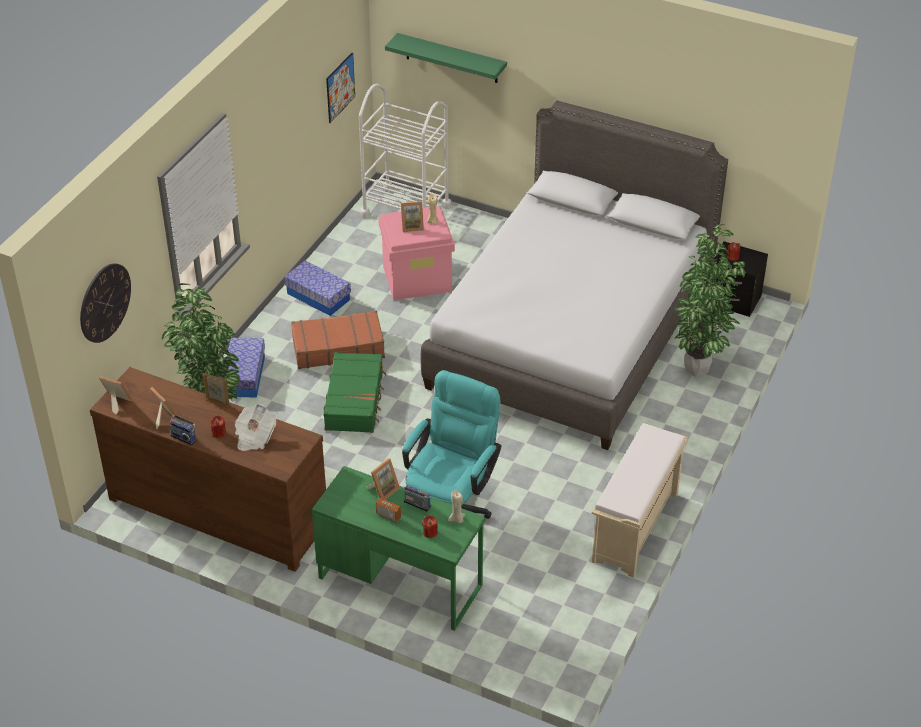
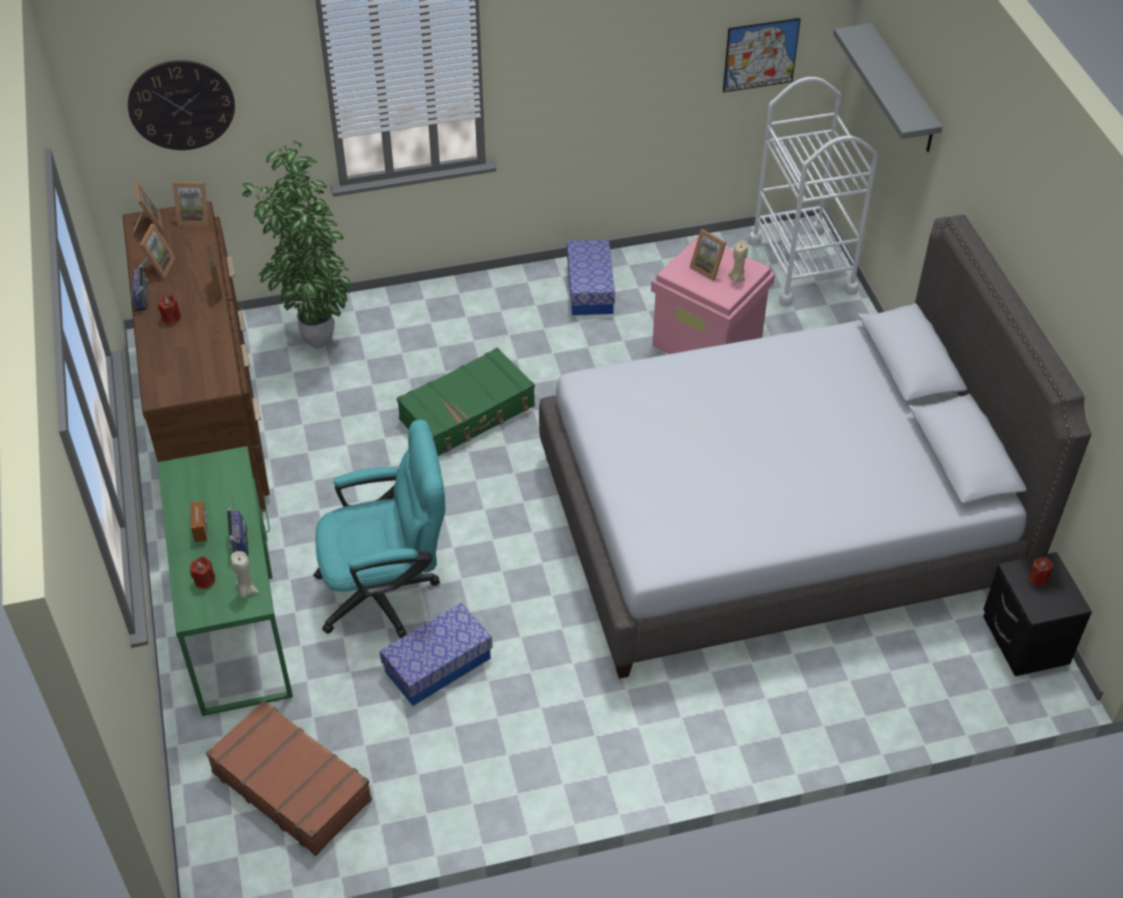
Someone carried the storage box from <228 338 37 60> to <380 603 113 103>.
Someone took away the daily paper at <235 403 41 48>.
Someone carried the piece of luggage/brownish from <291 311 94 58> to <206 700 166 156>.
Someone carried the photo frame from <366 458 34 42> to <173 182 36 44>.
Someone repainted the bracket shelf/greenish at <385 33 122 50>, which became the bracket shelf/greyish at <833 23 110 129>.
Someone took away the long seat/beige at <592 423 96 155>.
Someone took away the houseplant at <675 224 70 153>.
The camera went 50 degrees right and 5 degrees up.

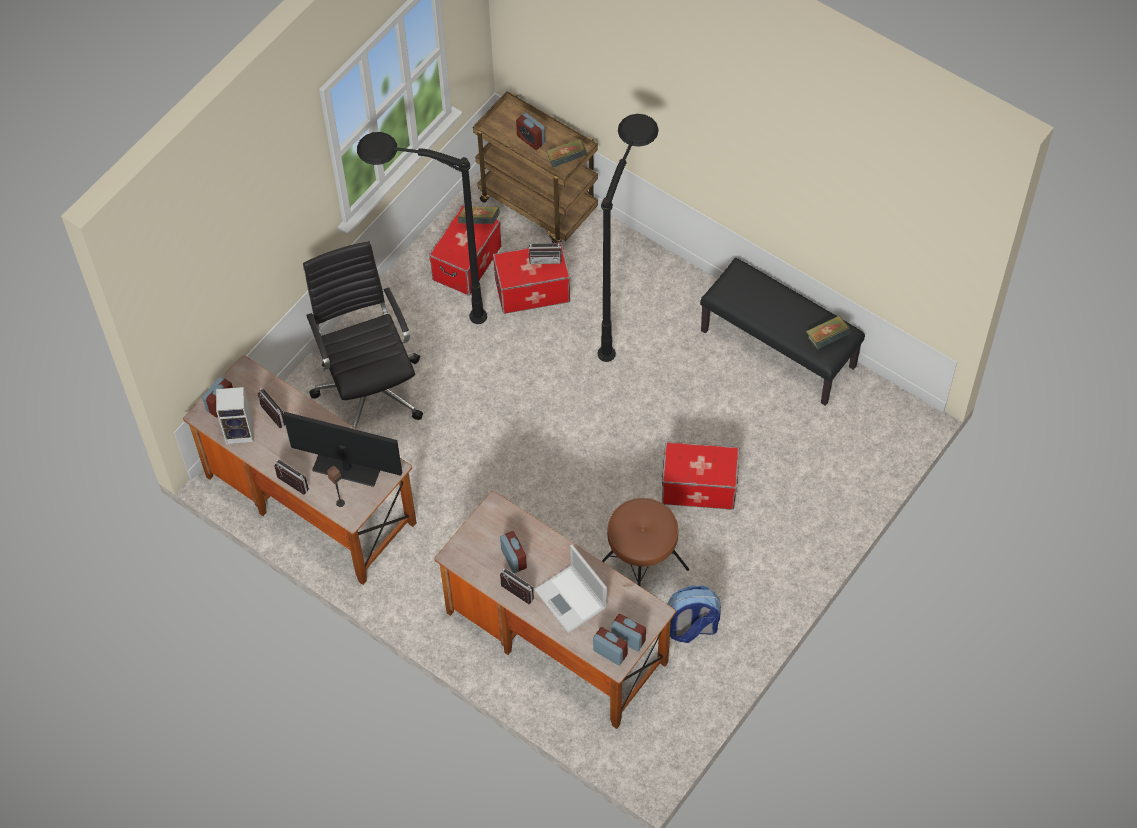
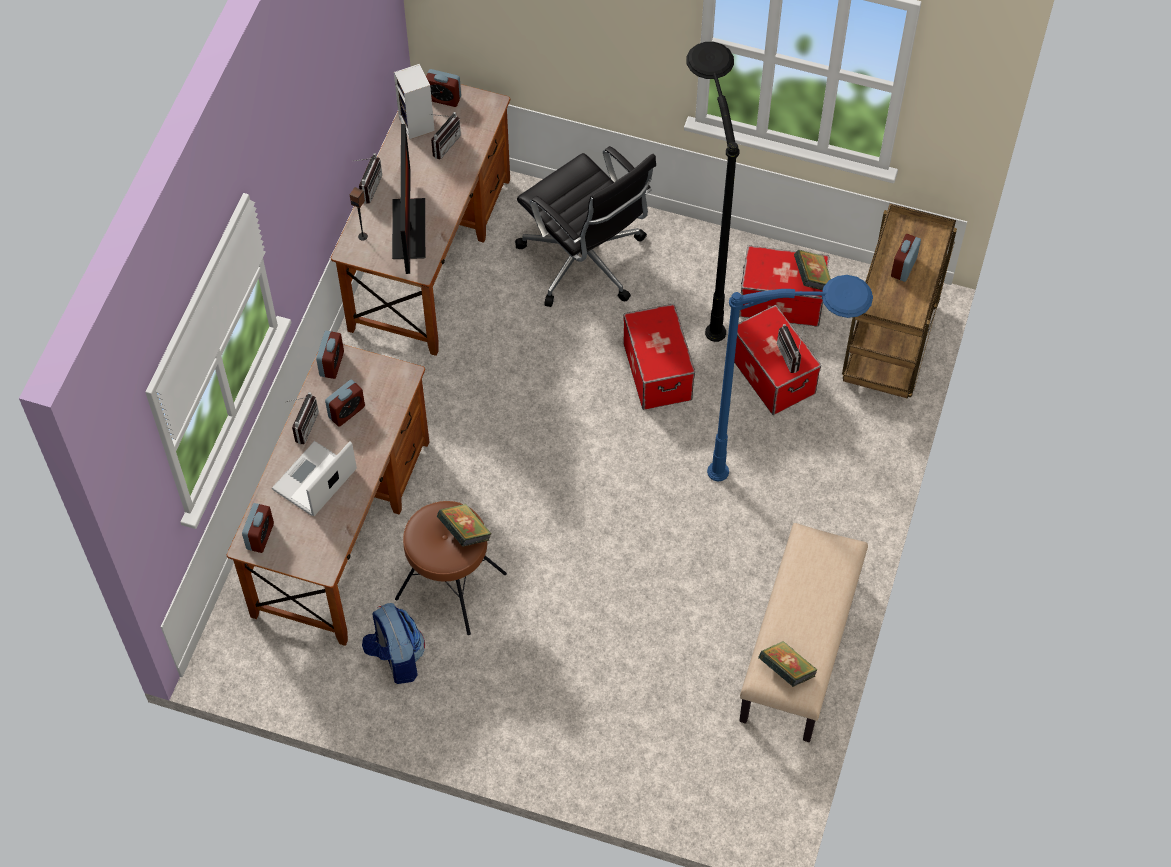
Someone rotated the computer chair/black at <303 241 120 187> by 90 degrees clockwise.
Someone carried the bound book from <546 139 41 29> to <437 504 55 43>.
Someone repainted the standard lamp/black at <598 114 61 248>, which became the standard lamp/blue at <707 275 166 206>.
Someone carried the bedside clock from <611 614 35 37> to <316 331 28 48>.
Someone carried the storage box from <662 442 77 68> to <623 304 72 106>.
Someone repainted the long seat/black at <700 258 165 148>, which became the long seat/beige at <739 523 129 219>.
The camera went 70 degrees right and 0 degrees up.

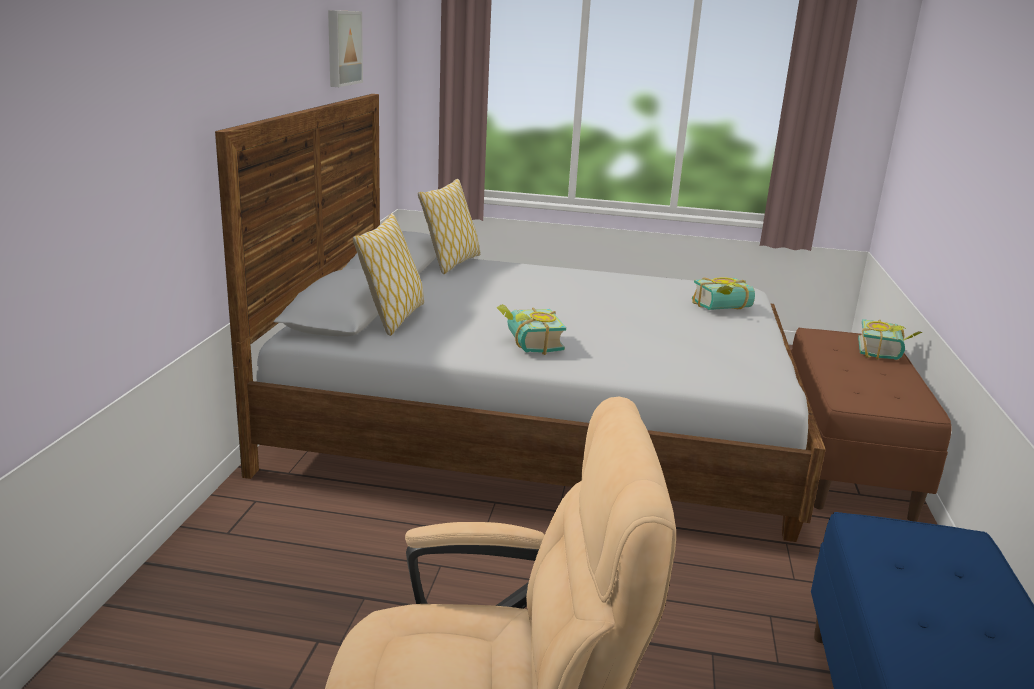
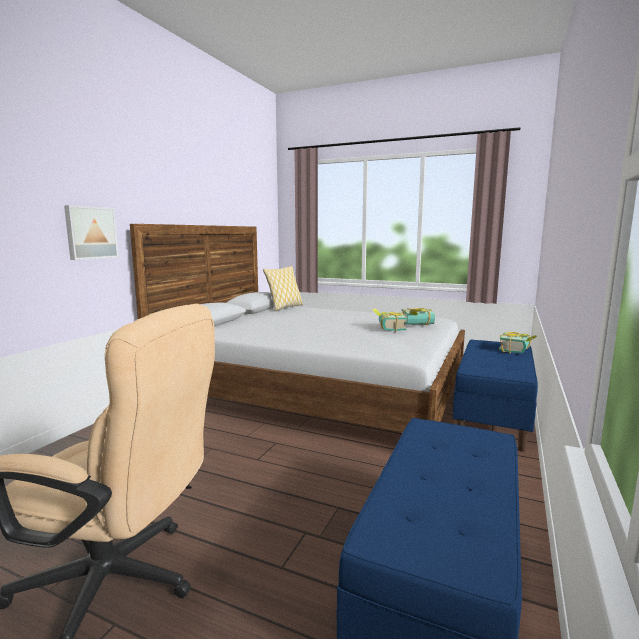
Someone carried the picture from <328 10 35 77> to <64 205 55 55>.
Someone took away the throw pillow at <353 214 71 122>.
Someone carried the bound book from <497 304 69 51> to <372 309 35 23>.
Someone repainted the long seat/brownish at <791 328 161 194>, which became the long seat/blue at <453 339 85 113>.
The camera went 15 degrees right and 10 degrees down.

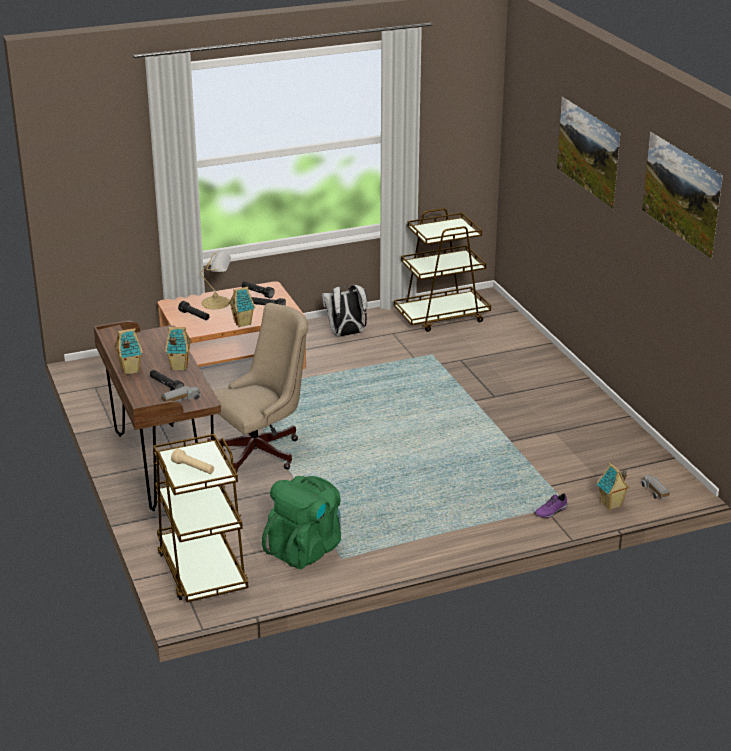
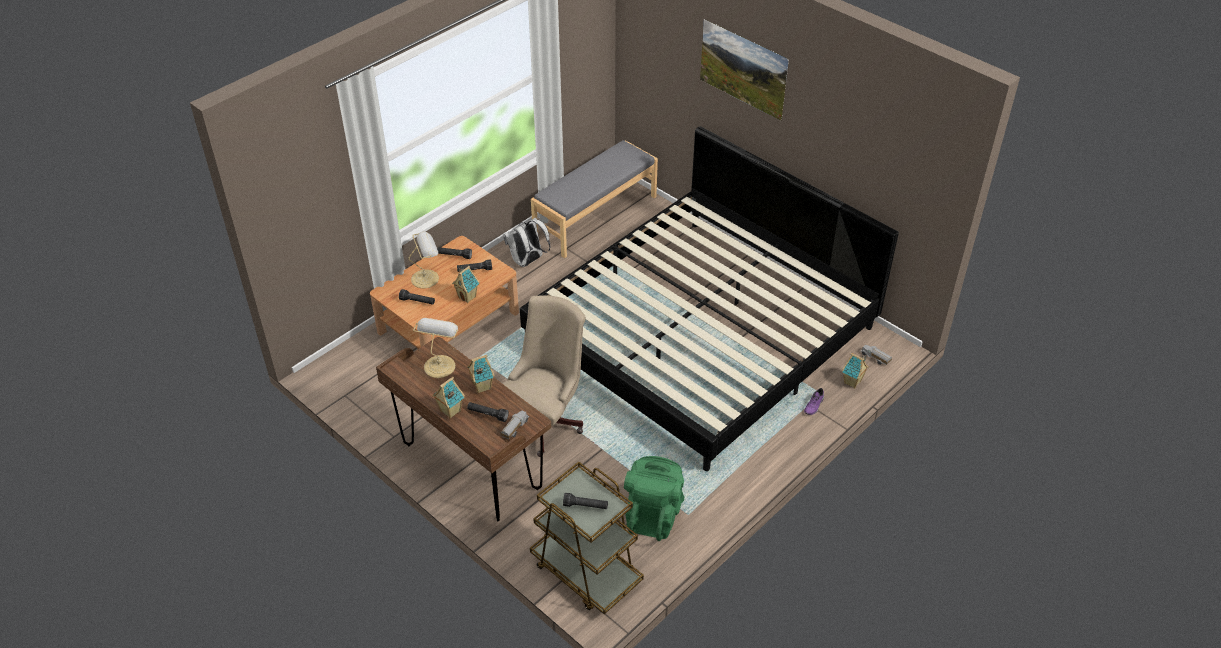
Someone repainted the hand torch/beige at <171 449 43 25>, which became the hand torch/black at <563 493 45 16>.
Someone swapped the cart/brownish at <394 208 97 124> for the long seat/greyish at <531 140 127 118>.
Someone took away the picture at <642 131 81 128>.
Someone put down the lamp for a table at <413 318 45 60>.
Someone put down the sleeping bed at <520 126 379 345>.
The camera went 25 degrees left and 15 degrees up.

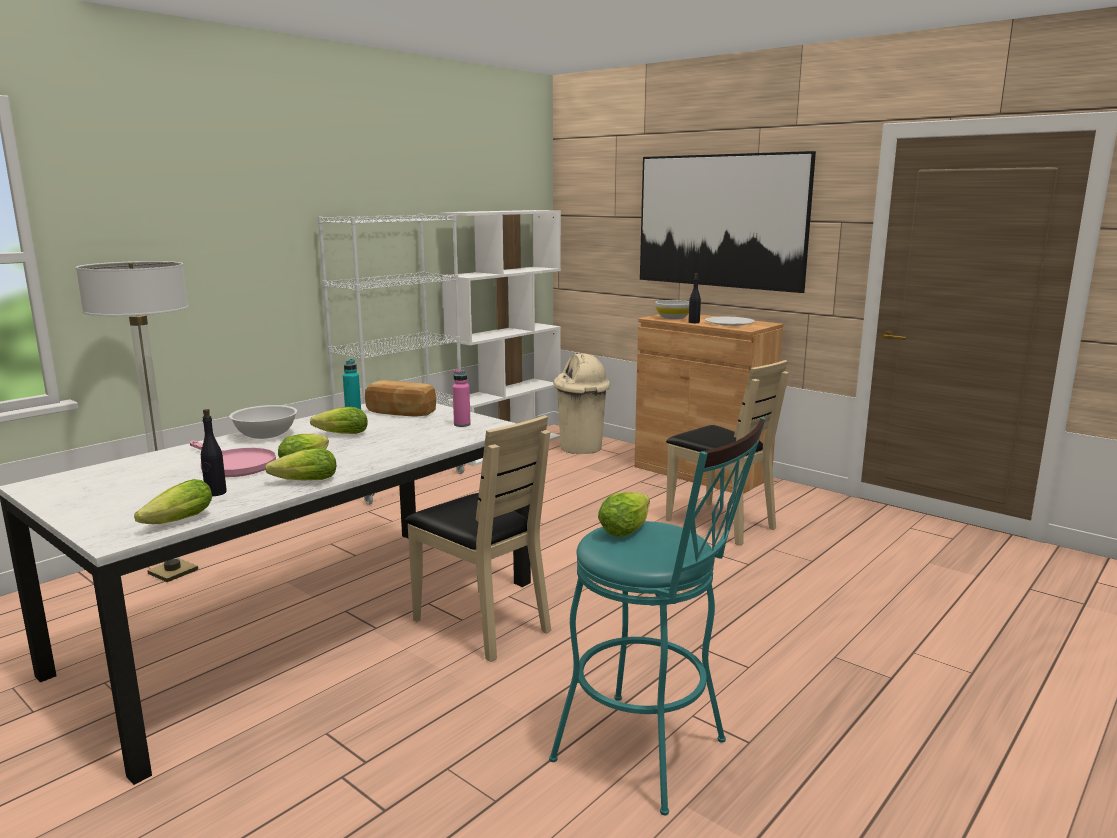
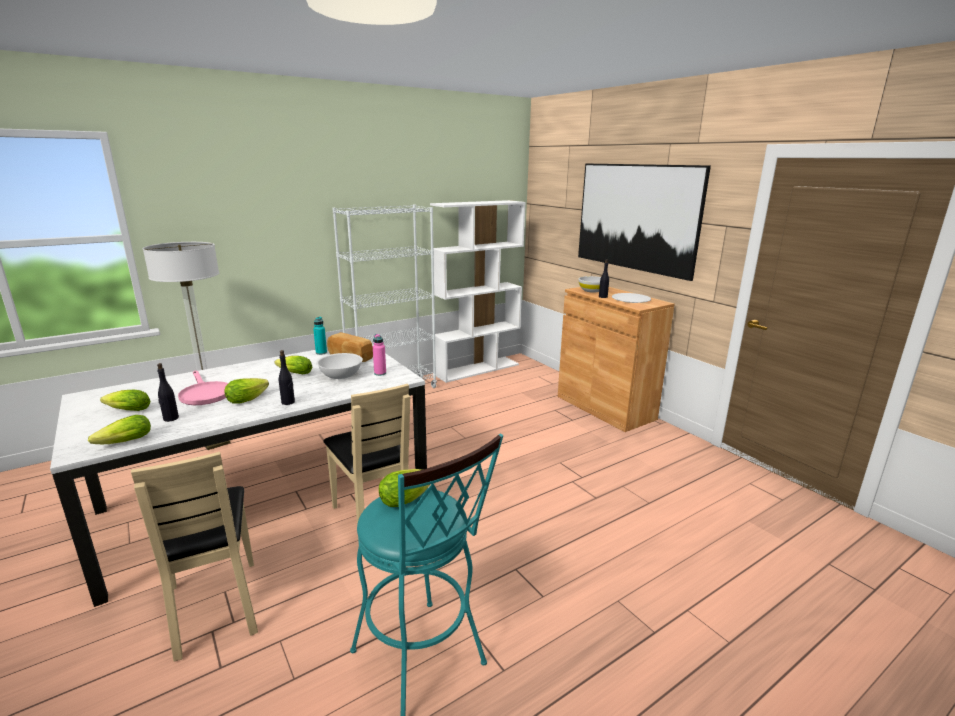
Someone carried the serving bowl/white-coloured from <229 405 68 34> to <316 353 47 26>.
Someone carried the lettuce from <265 448 71 32> to <100 390 50 21>.
Someone took away the trash can/beige at <554 353 56 101>.
Someone carried the upright chair/beige from <666 360 123 185> to <131 452 127 209>.
Someone put down the bottle/black at <279 350 16 55>.
The camera went 15 degrees right and 5 degrees up.

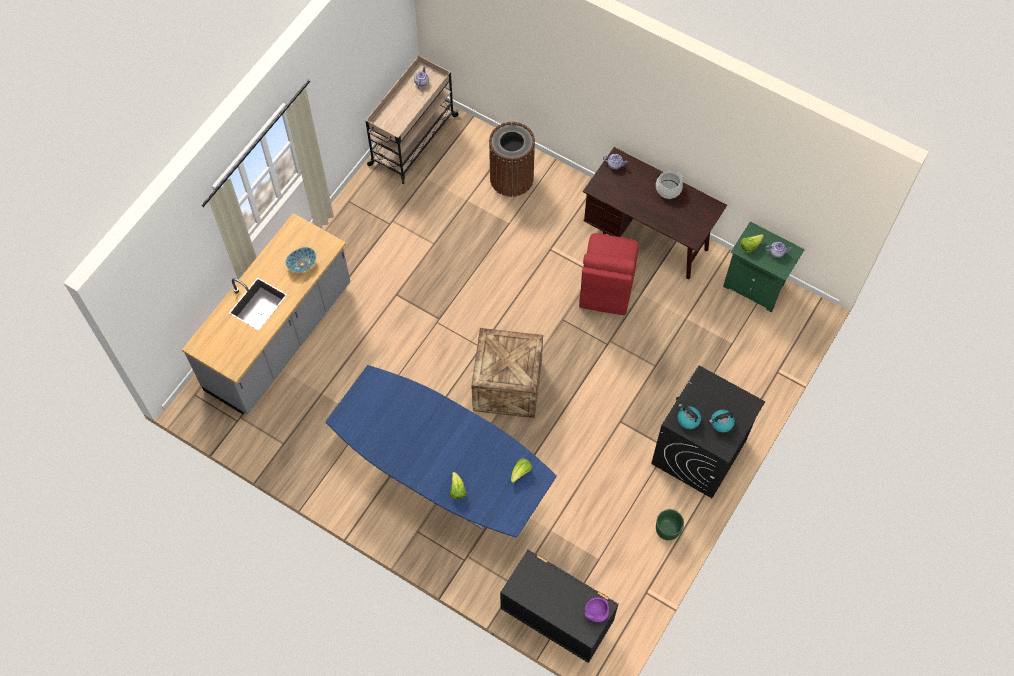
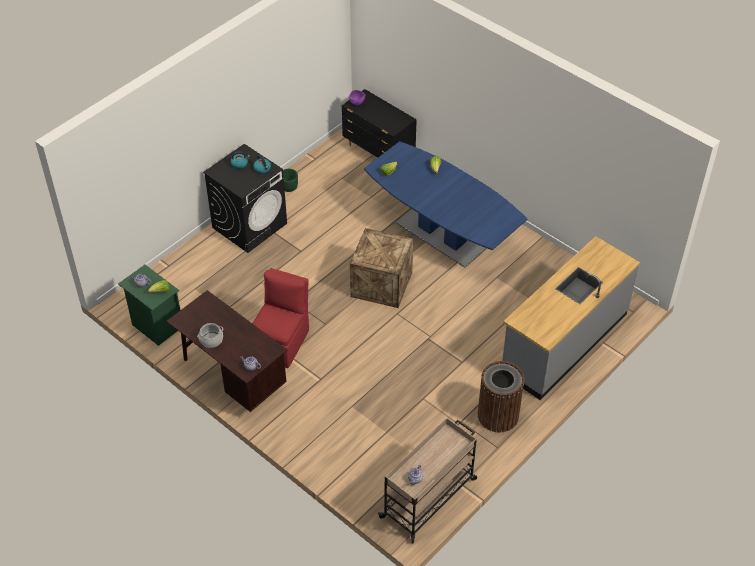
Someone took away the serving bowl at <285 247 31 25>.
Someone carried the trash can/brownish from <489 122 46 75> to <478 361 47 71>.
The camera went 170 degrees left and 15 degrees down.

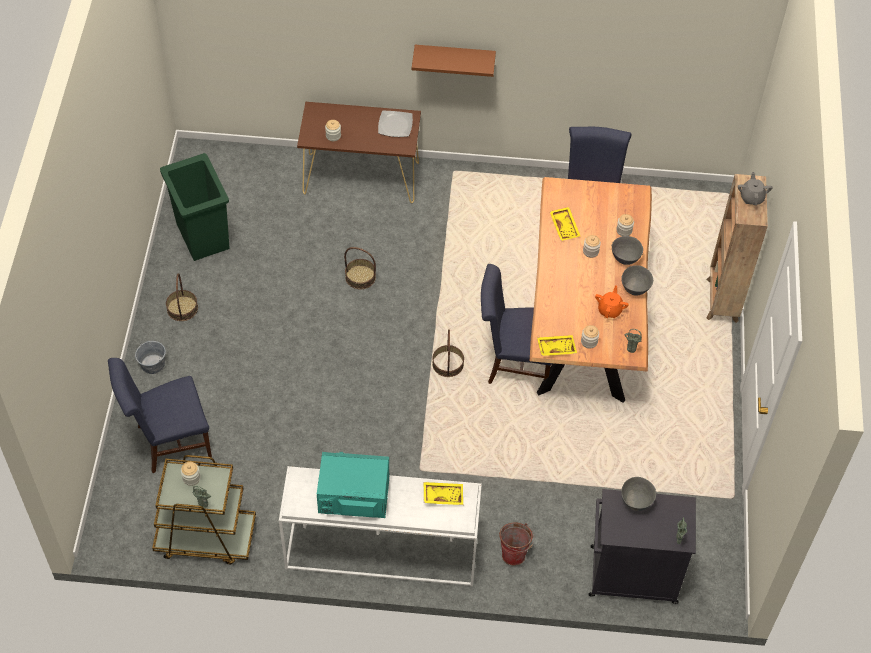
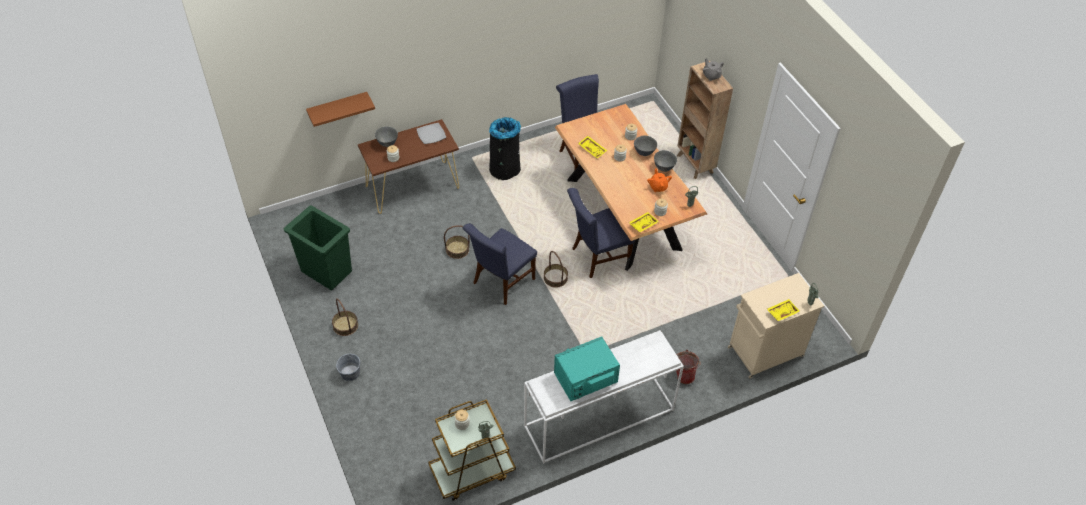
Someone carried the upright chair/blue from <108 358 104 115> to <463 223 74 82>.
Someone carried the bracket shelf/brownish from <412 45 84 32> to <306 92 69 35>.
Someone carried the tray/yellowish from <424 482 39 23> to <767 299 33 22>.
Someone repainted the cabinet/black at <589 489 107 115>, which became the cabinet/beige at <728 273 96 105>.
Someone carried the serving bowl/greyish from <621 477 35 34> to <375 127 23 20>.
Someone put down the trash can/black at <489 117 32 63>.
The camera went 30 degrees left and 5 degrees down.

